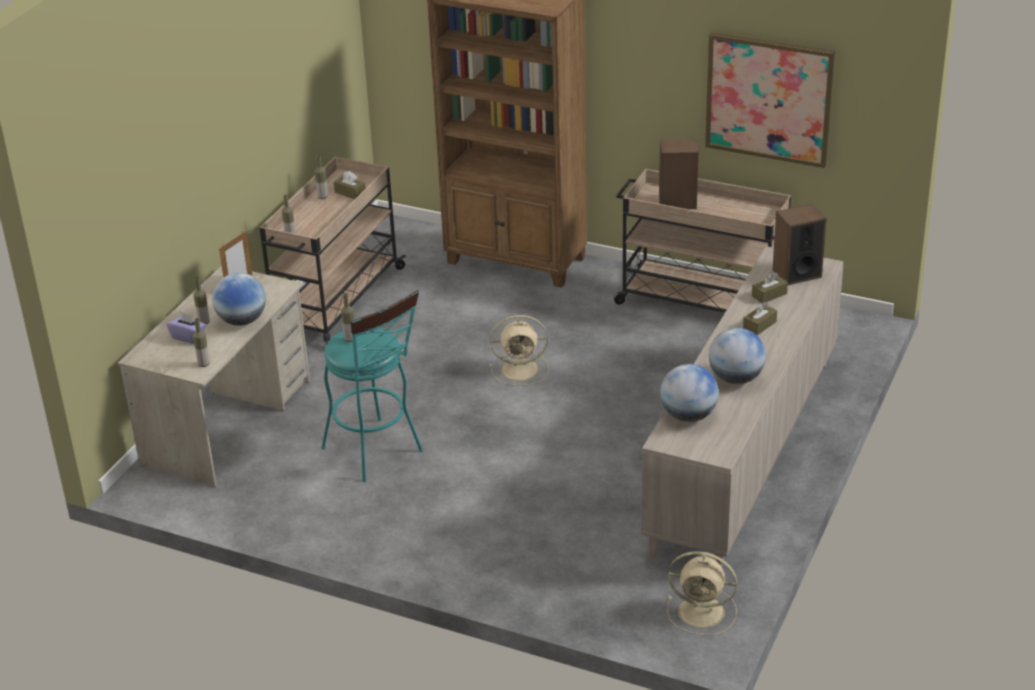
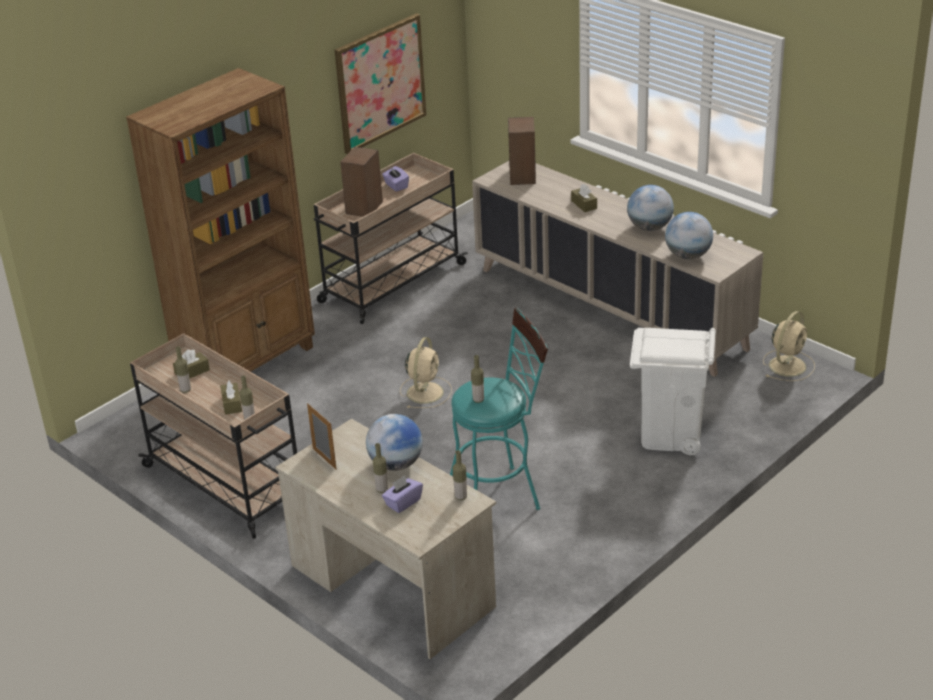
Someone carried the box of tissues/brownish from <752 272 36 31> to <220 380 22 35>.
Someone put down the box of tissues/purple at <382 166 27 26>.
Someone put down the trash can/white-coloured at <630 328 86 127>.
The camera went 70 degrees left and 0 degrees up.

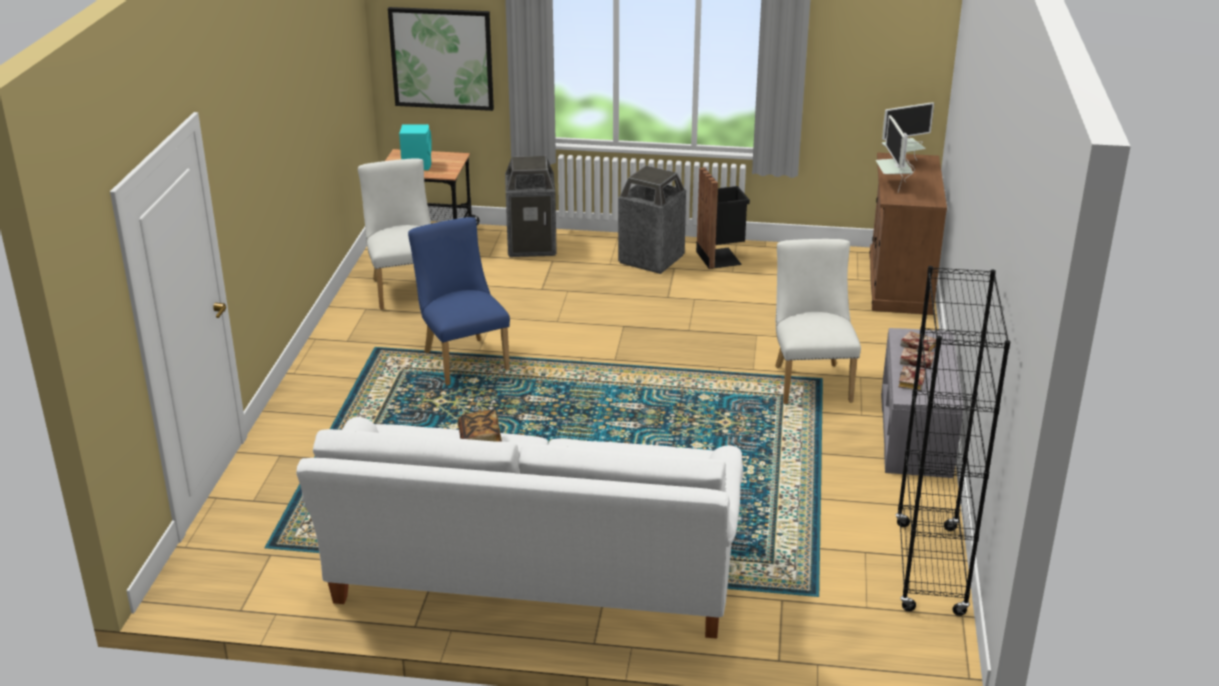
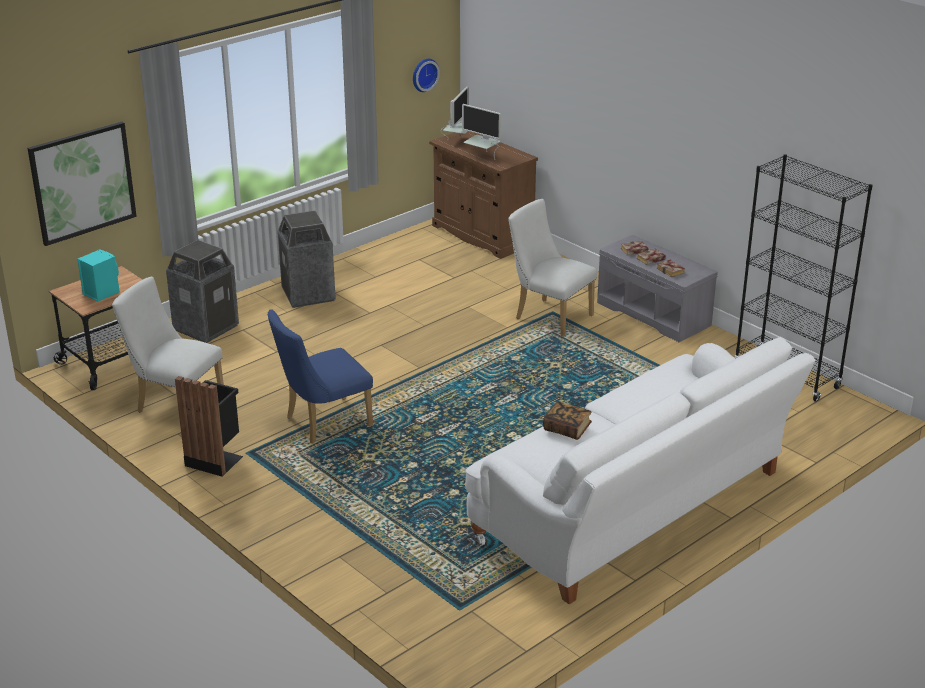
Someone rotated the upright chair/blue at <408 217 102 168> by 45 degrees counterclockwise.
Someone carried the trash can/black from <696 167 54 102> to <175 376 68 101>.
Someone put up the hanging clock at <413 59 27 33>.
The camera went 50 degrees left and 0 degrees up.

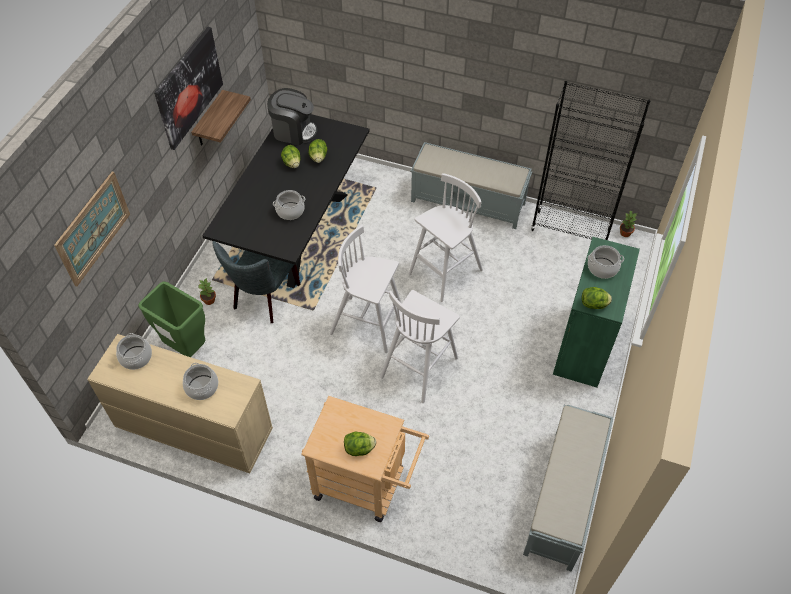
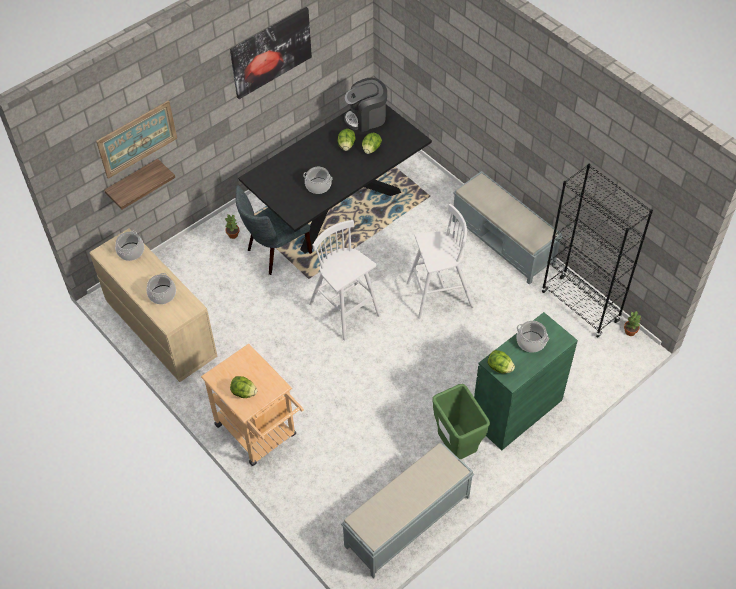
Someone carried the trash can/greenish from <138 281 67 76> to <432 384 58 75>.
Someone carried the bracket shelf from <191 90 60 55> to <104 159 71 51>.
Someone rotated the coffee machine at <267 88 50 58> by 120 degrees clockwise.
Someone took away the stool/white-coloured at <380 290 80 113>.
The camera went 30 degrees right and 0 degrees up.

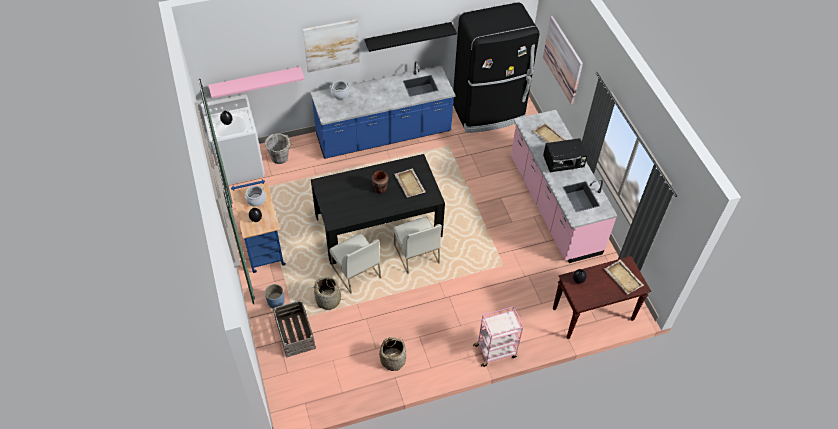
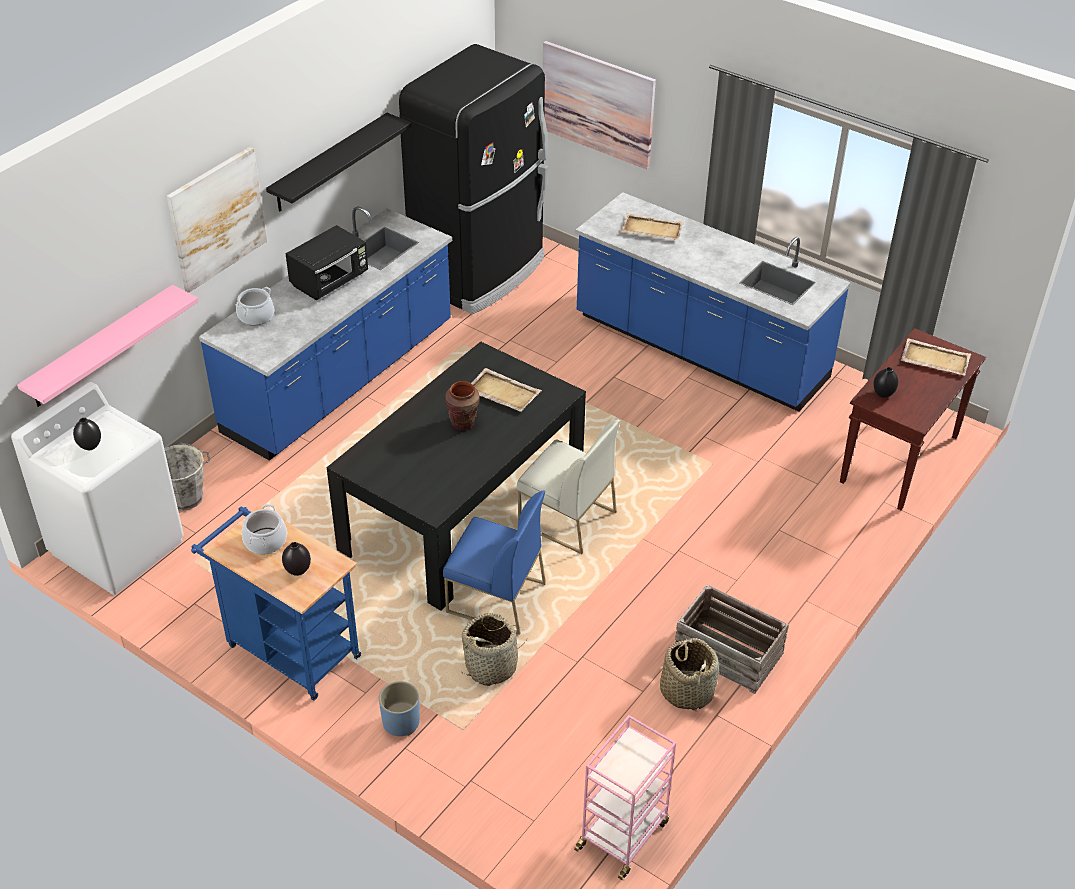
Someone carried the packing crate from <273 300 43 58> to <675 585 114 109>.
Someone repainted the upright chair/white-coloured at <329 233 52 61>, which became the upright chair/blue at <443 490 103 145>.
Someone carried the cart/pink from <473 306 50 61> to <574 715 102 165>.
Someone repainted the kitchen counter/pink at <511 110 107 153>, which became the kitchen counter/blue at <575 192 276 220>.
Someone carried the microwave/black from <543 138 45 34> to <285 225 83 75>.
The camera went 35 degrees left and 10 degrees down.

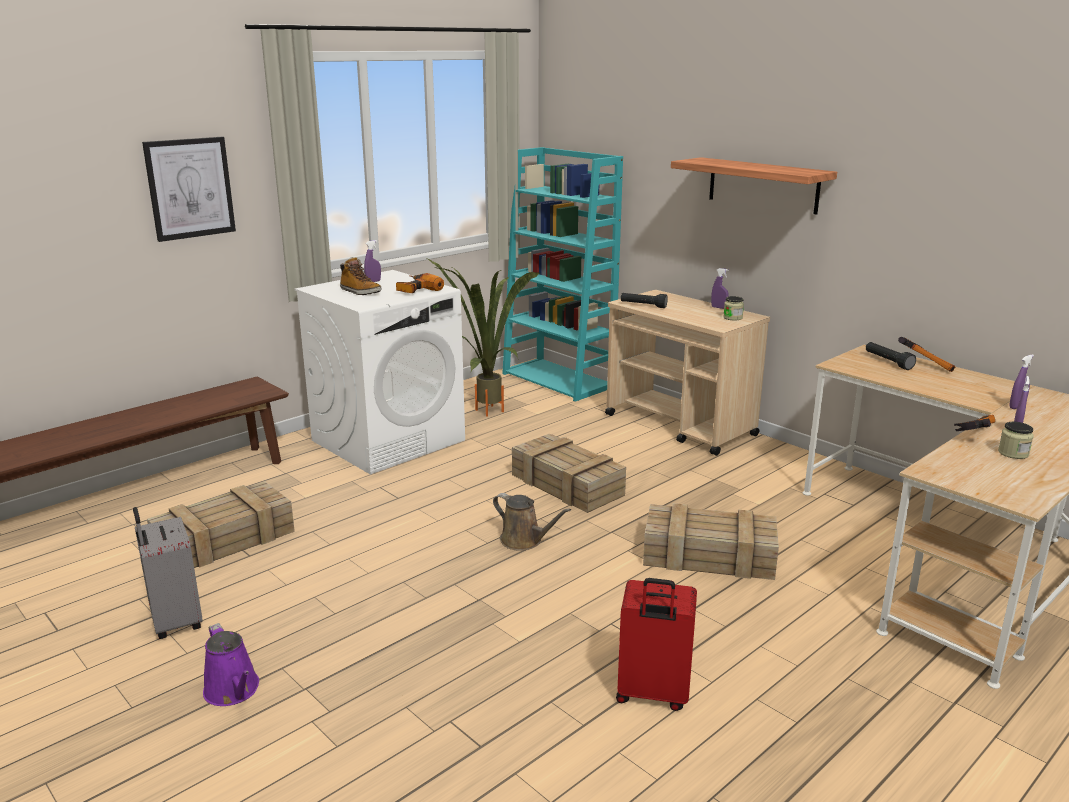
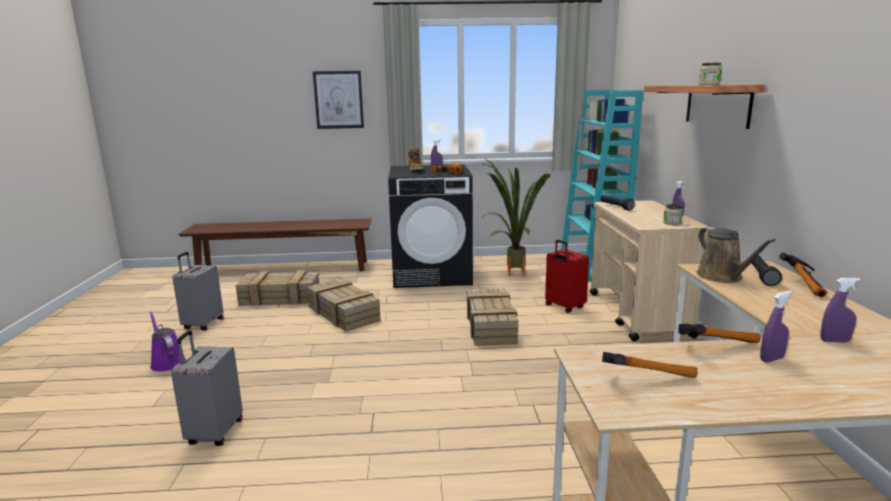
Someone rotated the sprinkling can/purple at <203 623 56 83> by 135 degrees clockwise.
Someone repainted the washing machine/white-coloured at <295 270 170 204>, which became the washing machine/black at <388 164 85 124>.
Someone carried the sprinkling can/brownish from <493 493 78 58> to <696 227 80 56>.
Someone carried the piece of luggage/red from <616 578 81 133> to <545 240 44 73>.
Someone carried the packing crate from <643 503 136 77> to <307 279 74 53>.
Someone carried the jar from <998 422 35 37> to <699 63 23 22>.
Someone put down the piece of luggage/greyish at <171 330 72 116>.
Someone put down the hand hammer at <602 352 96 26>.
The camera went 40 degrees right and 5 degrees down.

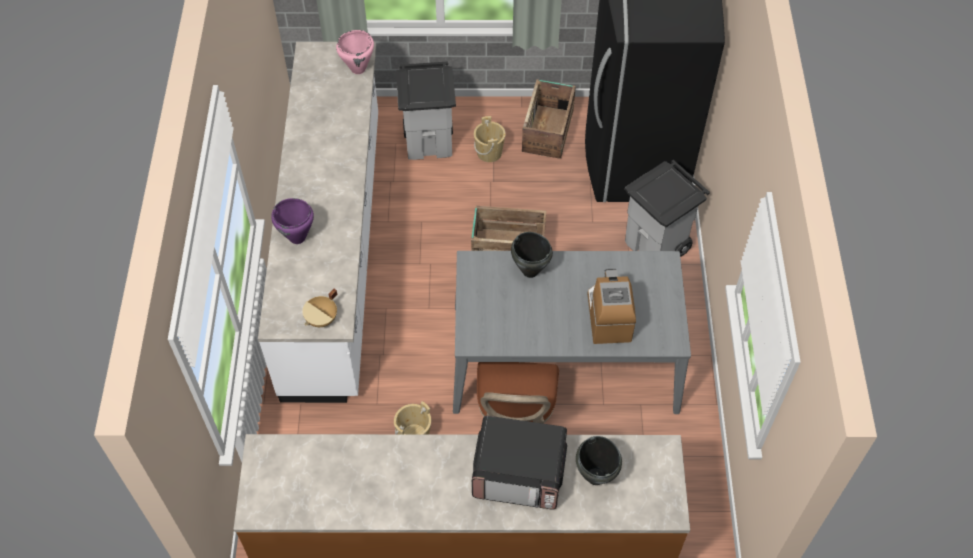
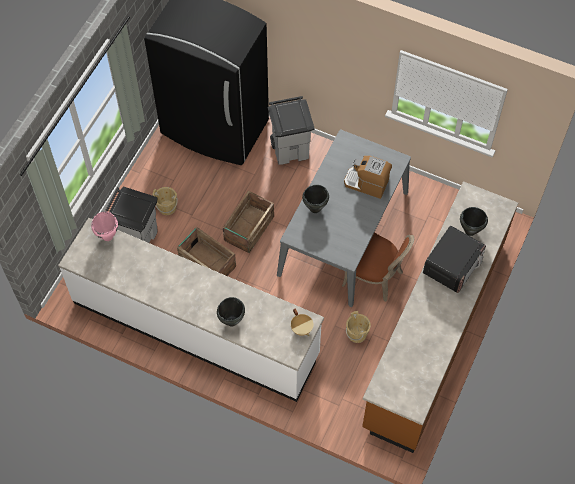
Someone repainted the saucepot/purple at <271 198 43 46>, which became the saucepot/black at <217 297 28 29>.
Someone carried the packing crate from <522 79 54 80> to <177 227 59 49>.
The camera went 65 degrees left and 5 degrees up.

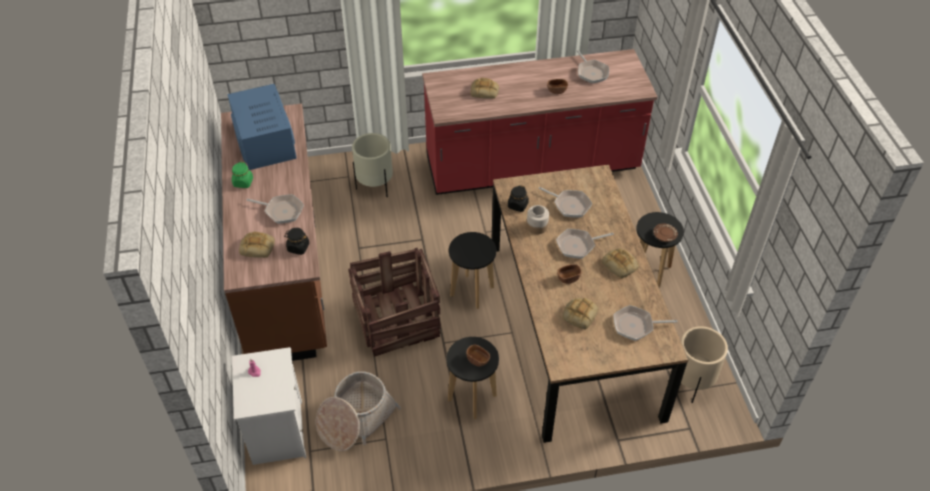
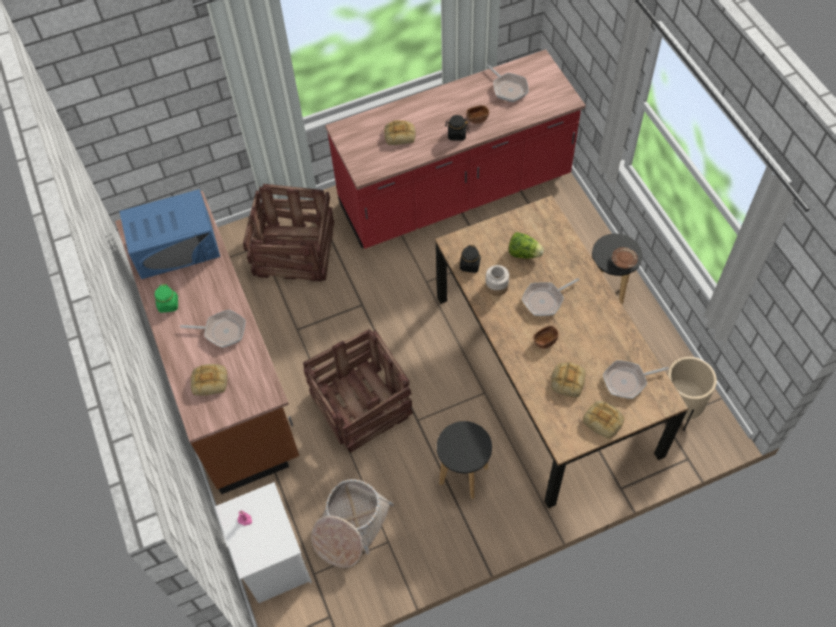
Someone rotated the microwave/blue at <227 84 69 86> by 105 degrees clockwise.
Someone carried the jar/black from <284 228 26 27> to <445 115 24 26>.
Someone swapped the planter/beige at <352 133 41 64> for the packing crate at <243 184 91 97>.
Someone took away the stool/black at <449 232 47 77>.
Someone took away the serving bowl/brownish at <466 345 24 21>.
Someone swapped the skillet at <538 187 54 31> for the lettuce at <509 232 35 27>.
Someone carried the baked bread from <602 248 37 30> to <583 401 42 38>.
The camera went 10 degrees left and 10 degrees up.

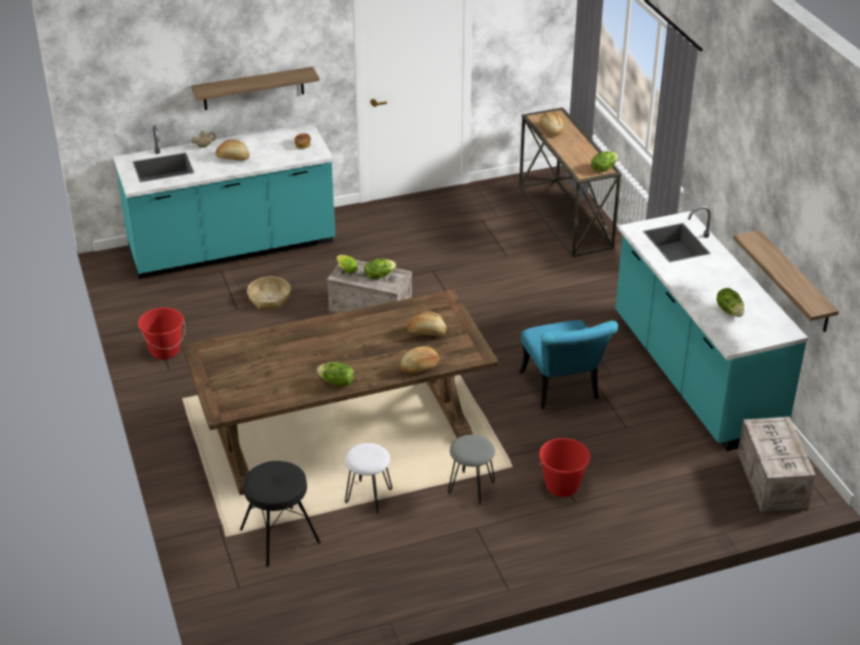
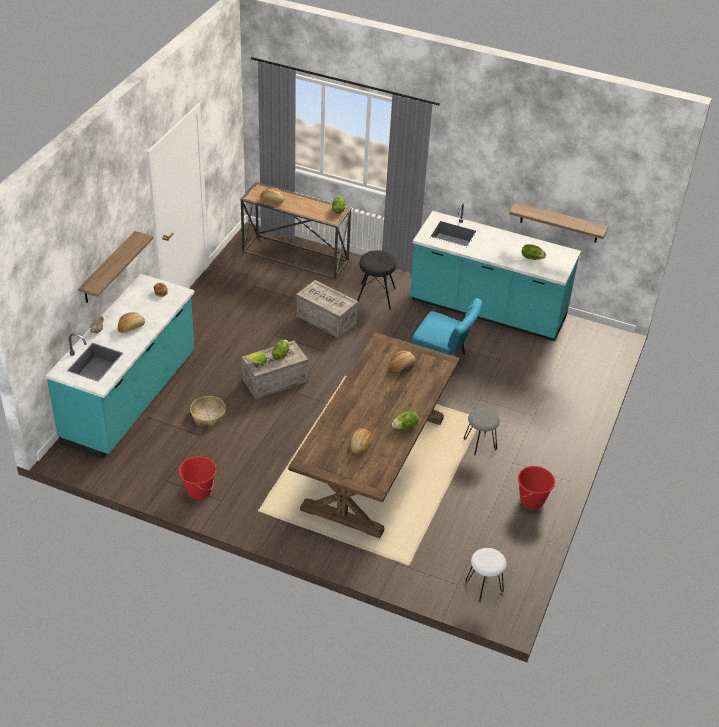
Someone carried the stool/black from <240 461 81 106> to <357 250 39 60>.
Someone carried the stool/white-coloured from <345 443 47 70> to <465 548 42 54>.
Someone carried the baked bread from <400 346 39 27> to <351 428 22 26>.
Someone carried the bucket/red from <538 438 53 59> to <518 466 37 43>.
Someone carried the packing crate from <737 417 79 95> to <296 280 62 59>.
The camera went 50 degrees left and 5 degrees up.

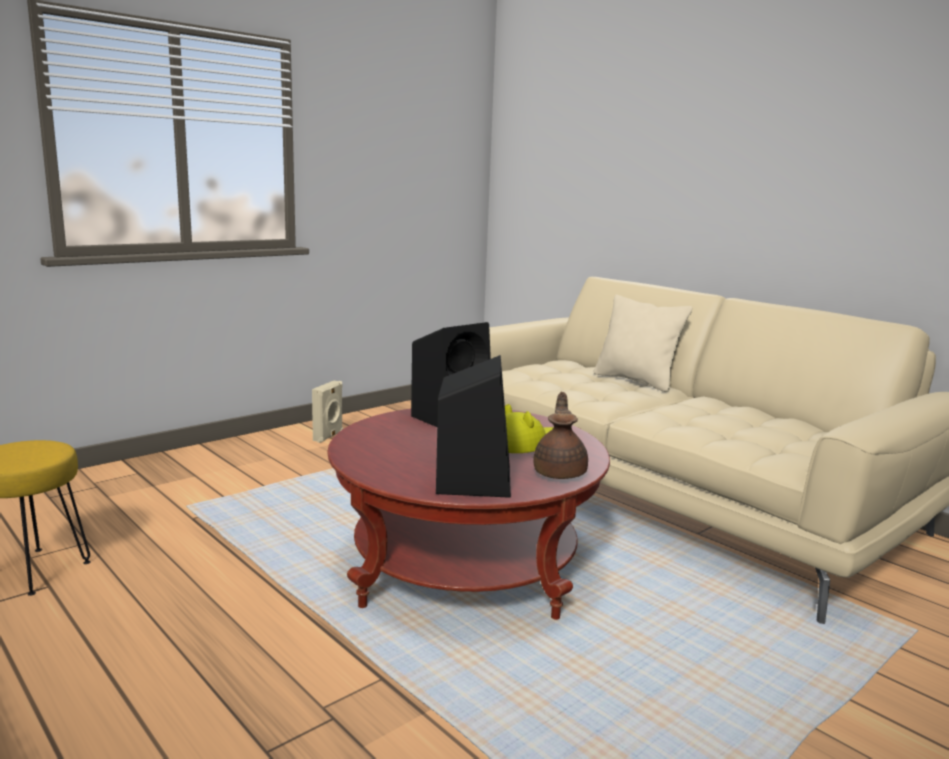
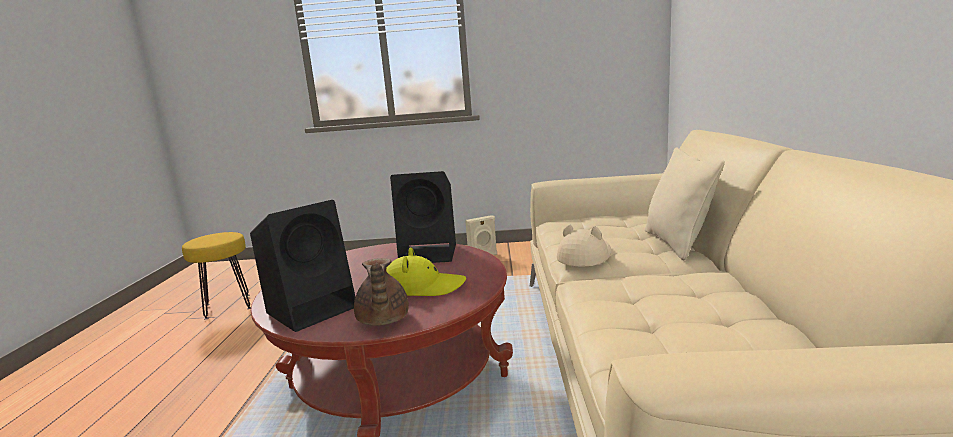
Someone rotated the tea pot/brownish at <533 392 55 87> by 120 degrees clockwise.
Someone put down the clothing hat/beige at <557 225 55 42>.
The camera went 45 degrees right and 0 degrees up.

